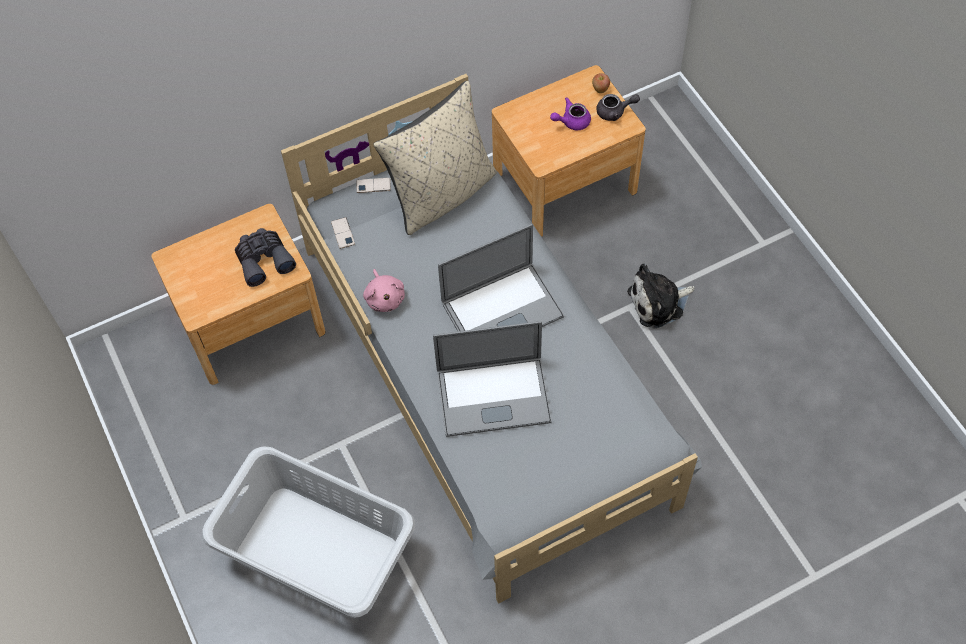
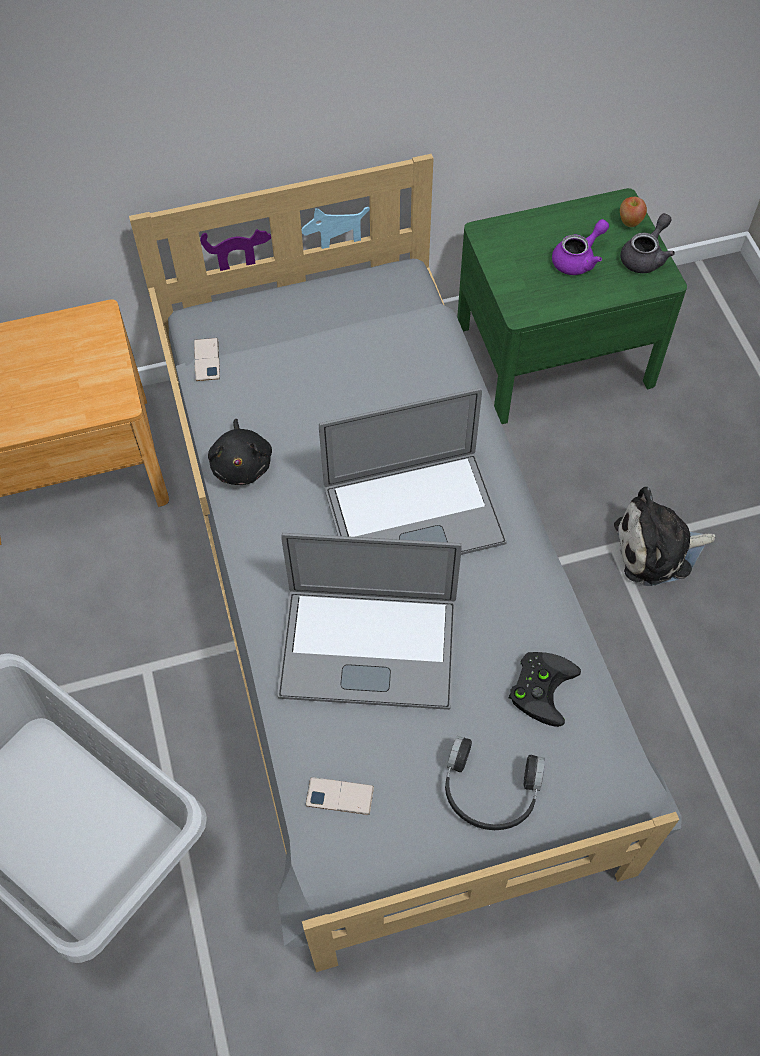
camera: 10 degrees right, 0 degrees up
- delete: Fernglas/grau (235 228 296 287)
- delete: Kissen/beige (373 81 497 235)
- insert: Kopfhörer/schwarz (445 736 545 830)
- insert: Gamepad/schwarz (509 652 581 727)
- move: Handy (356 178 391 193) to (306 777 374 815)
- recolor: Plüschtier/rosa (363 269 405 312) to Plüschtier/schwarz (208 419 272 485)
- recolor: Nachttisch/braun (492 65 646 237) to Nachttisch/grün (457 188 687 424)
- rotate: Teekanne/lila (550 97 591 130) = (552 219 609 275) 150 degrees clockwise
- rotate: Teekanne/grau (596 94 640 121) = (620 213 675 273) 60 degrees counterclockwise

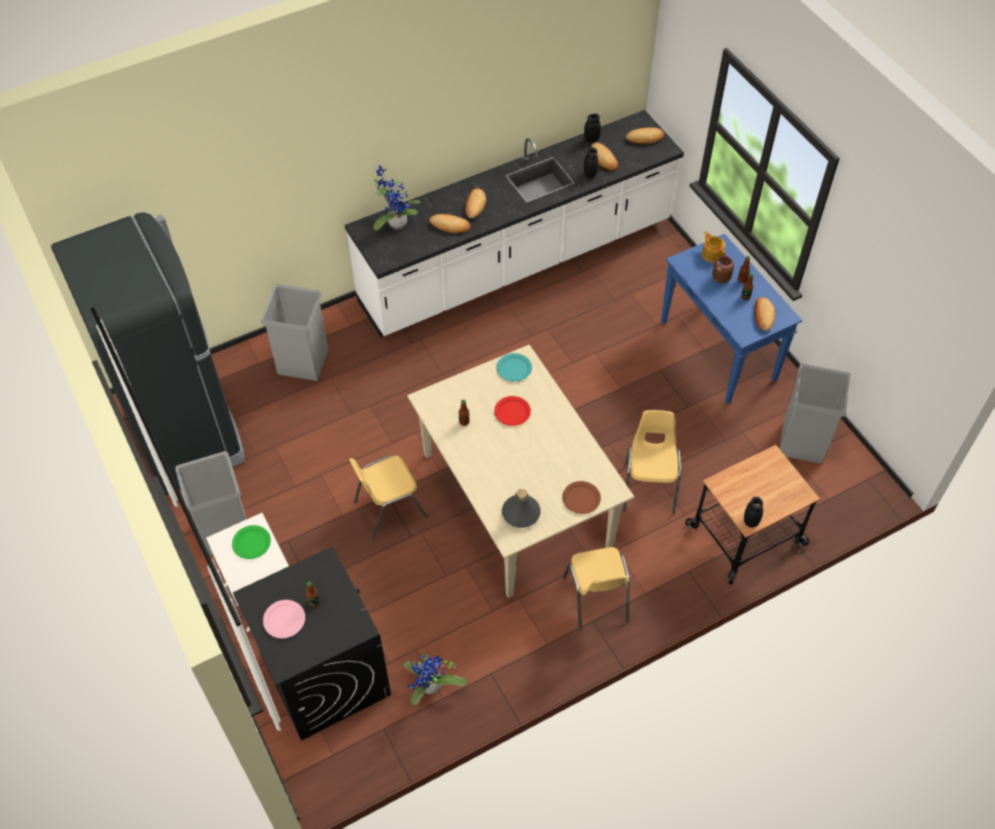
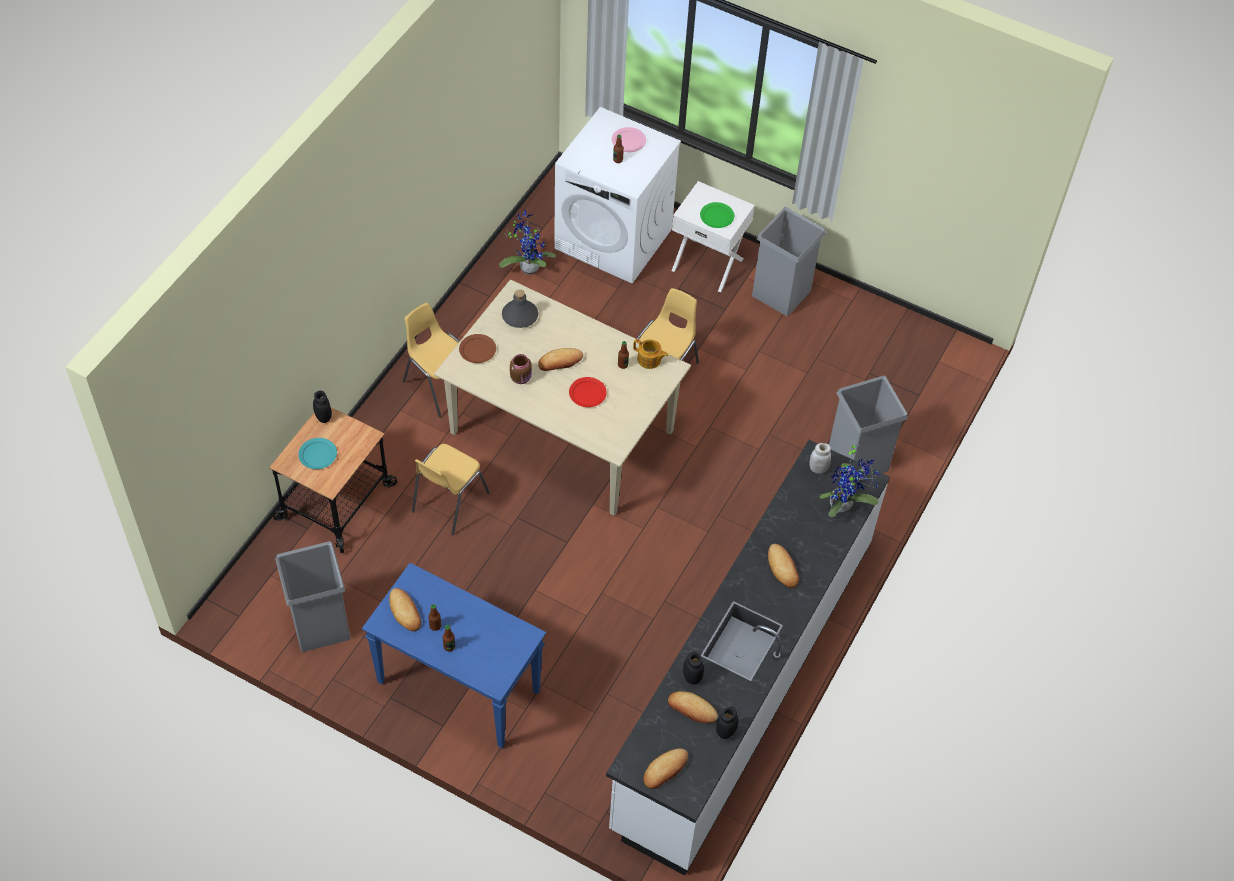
camera: 145 degrees right, 0 degrees up
- delete: Kühlschrank/schwarz (51 212 245 496)
- insert: Vorratsglas/weiß (809 443 831 474)
- move: Brot (430 214 470 233) to (538 348 583 371)
- move: Teller/türkis (496 353 532 382) to (298 438 337 469)
- move: Teekanne (702 231 726 263) to (633 339 668 369)
- move: Vorratsglas/braun (712 256 734 284) to (510 354 532 384)
- recolor: Waschmaschine/schwarz (233 546 391 741) to Waschmaschine/weiß (554 107 681 283)
- rotate: Stuhl/gelb (623 410 681 514) = (412 444 490 535) 60 degrees clockwise

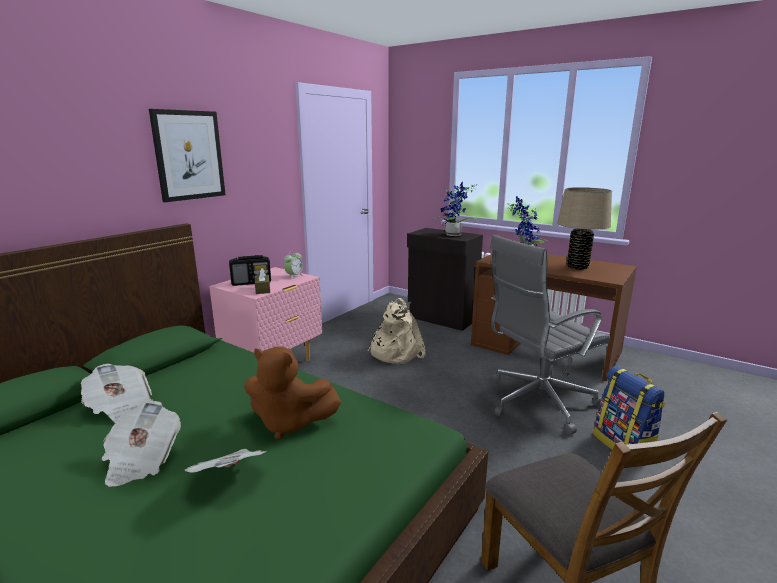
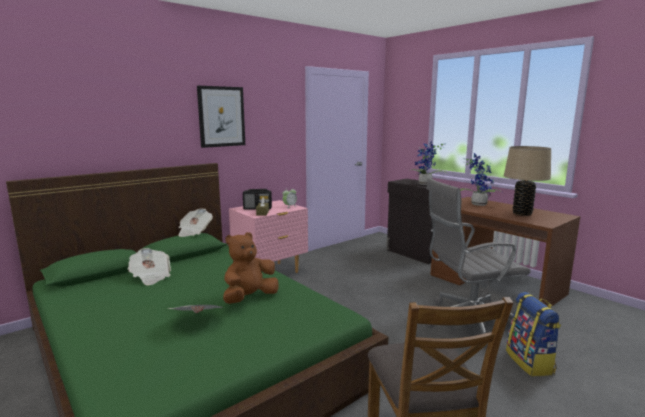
camera: 15 degrees right, 5 degrees down
- delete: Rucksack/beige (368 298 426 364)
- move: Zeitung (102 401 181 487) to (178 208 213 237)
- rotate: Plüschtier/braun (244 346 341 440) = (223 232 278 304) 105 degrees clockwise

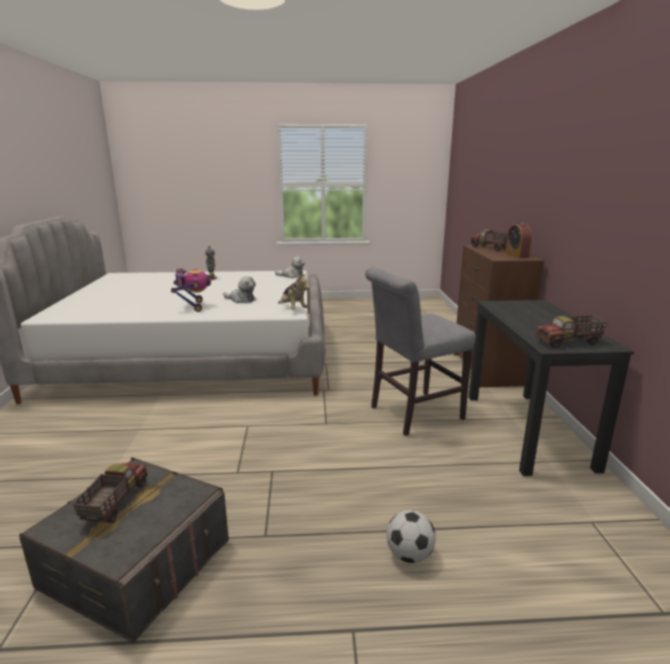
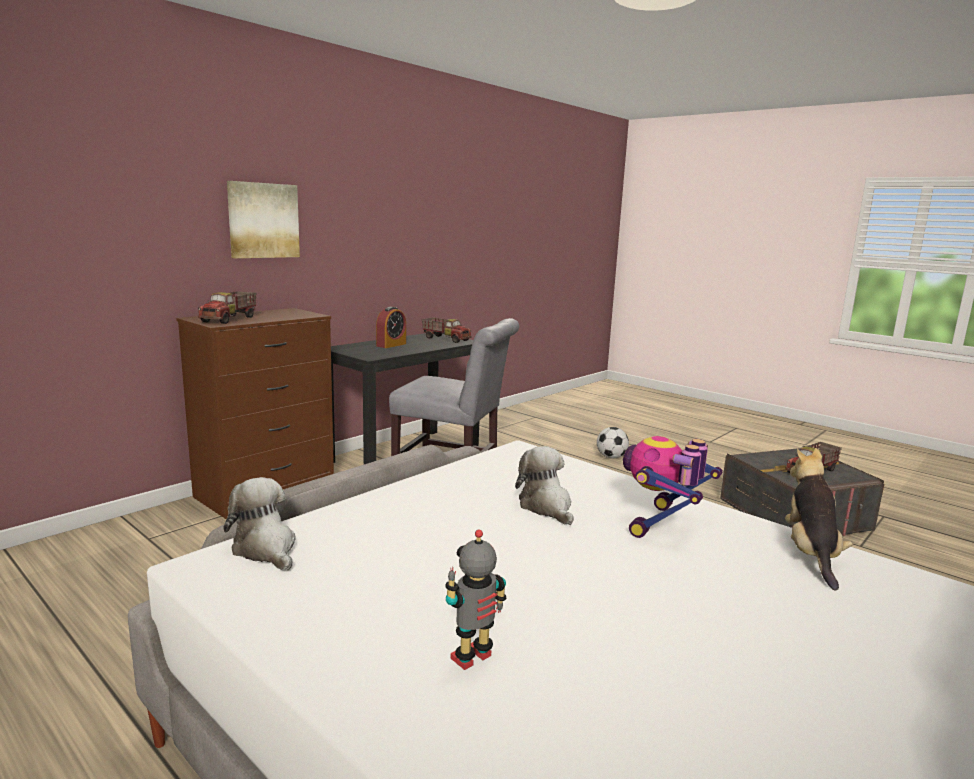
camera: 135 degrees left, 5 degrees down
- insert: Bild (227 181 300 258)
- move: Plüschtier (278 273 310 309) to (785 448 853 590)
- move: Wecker (505 222 532 258) to (376 307 406 348)

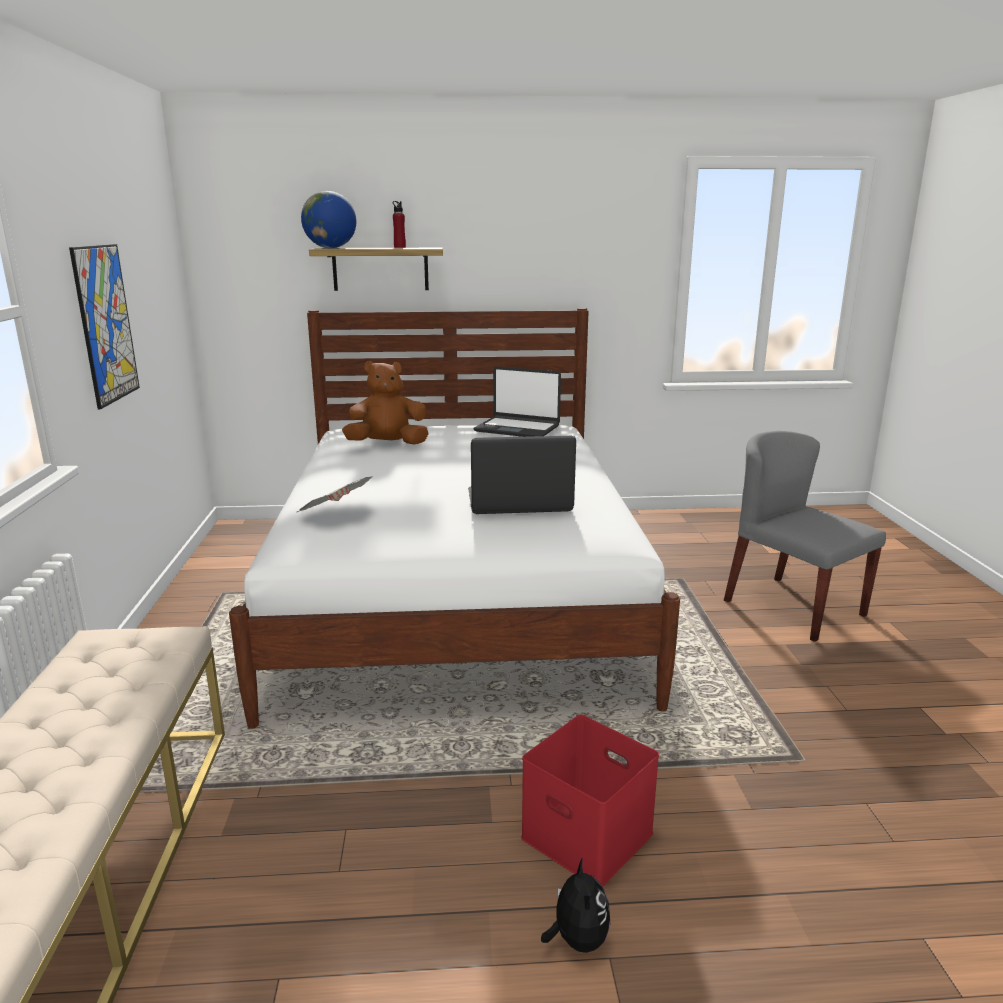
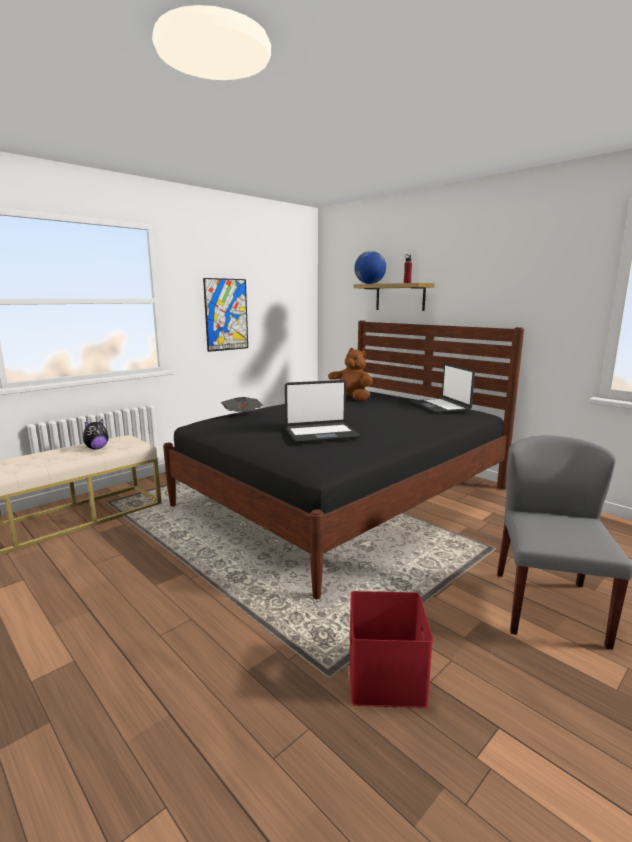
camera: 50 degrees right, 5 degrees down
- move: Aufbewahrungsbox/rot (521 715 659 887) to (349 591 433 708)
- move: Plüschtier (541 857 610 953) to (83 419 109 449)
- recolor: Bett/weiß (229 308 680 729) to Bett/schwarz (163 320 524 599)
- rotate: Laptop (468 436 576 514) = (285 380 360 443) 120 degrees clockwise

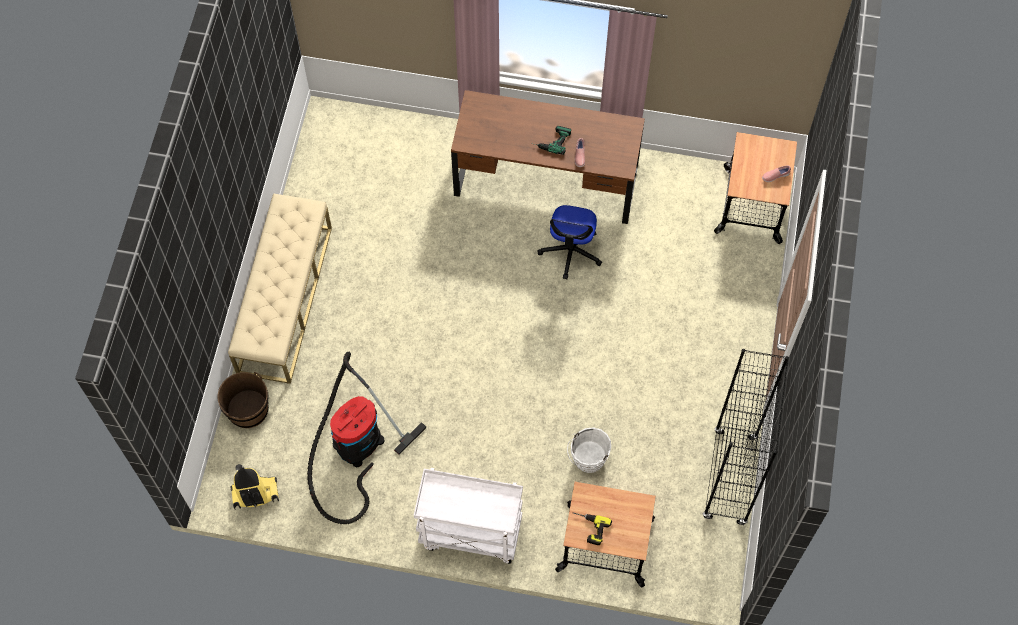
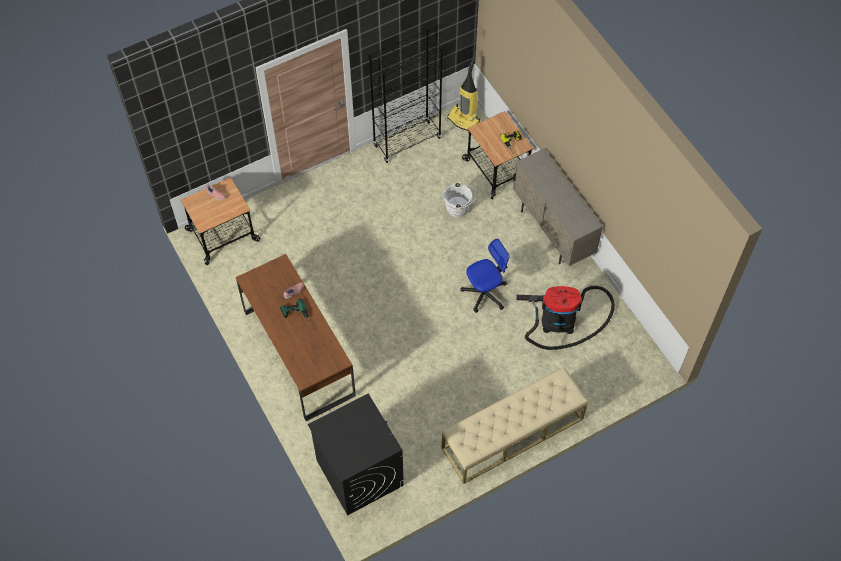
camera: 130 degrees left, 5 degrees down
- delete: Eimer/braun (217 371 269 428)
- insert: Waschmaschine/schwarz (308 394 404 516)
- move: Staubsauger (231 464 279 510) to (447 59 480 132)
- move: Bürostuhl (537 205 602 279) to (460 239 509 313)
- replace: Rollwagen/weiß (414 468 523 564) to Schrank/beige (513 149 603 266)

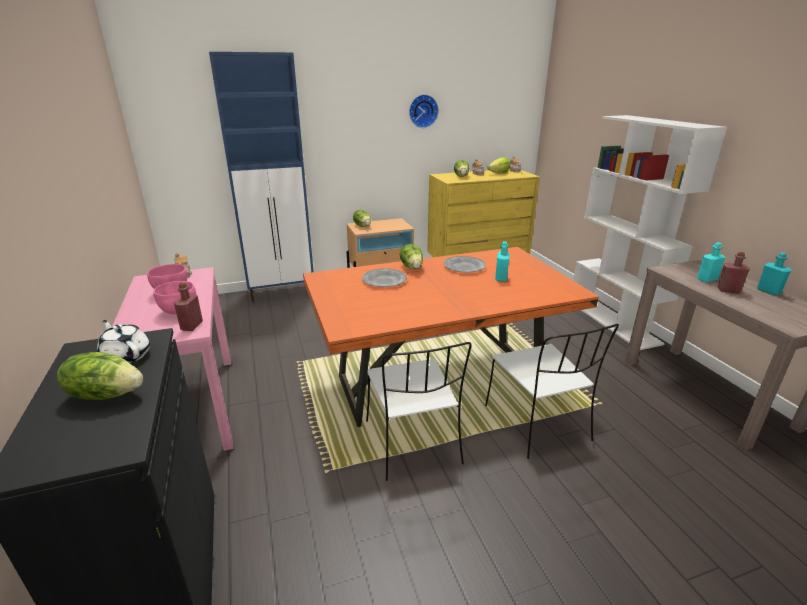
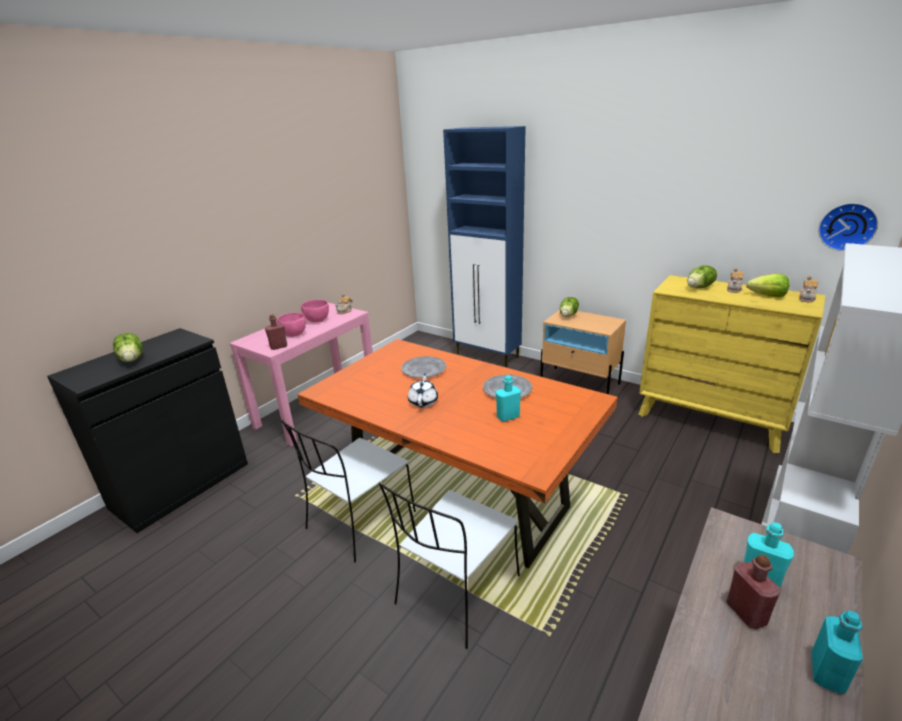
camera: 55 degrees right, 0 degrees up
- delete: Salatkopf (400 244 423 269)
- move: Teekanne/weiß (97 320 150 363) to (408 374 438 408)
- move: Wanduhr (409 94 439 128) to (818 203 879 251)

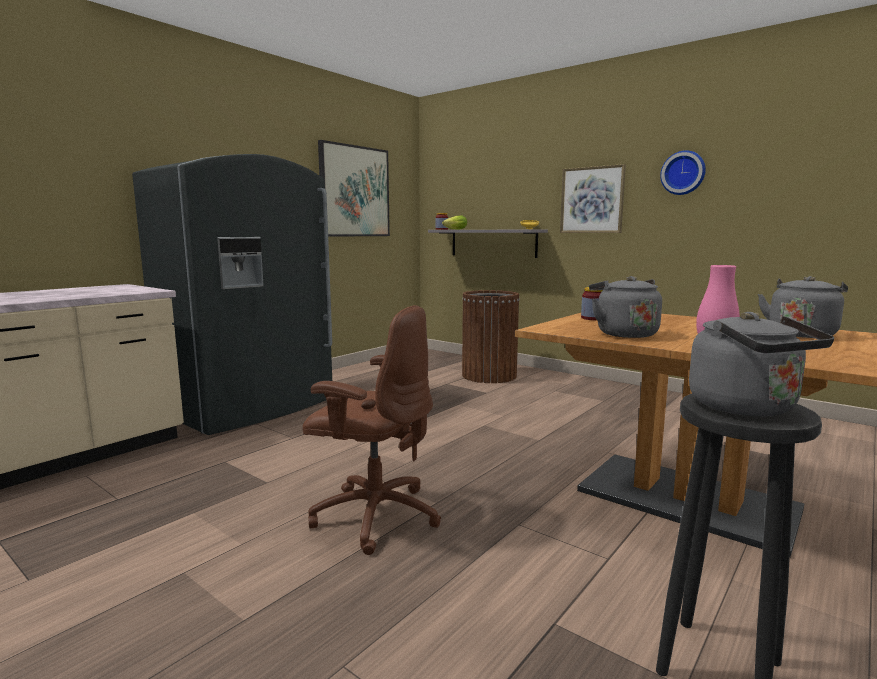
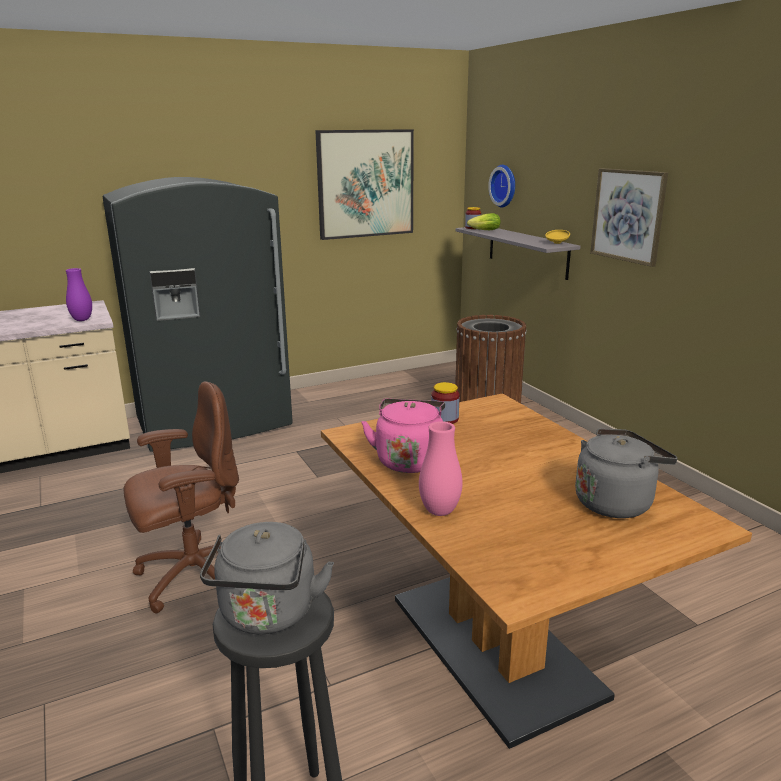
camera: 25 degrees right, 10 degrees up
- insert: Vase/lila (66 268 92 321)
- move: Wanduhr (660 150 706 195) to (488 165 515 207)
- recolor: Wasserkessel/grau (589 276 662 338) to Wasserkessel/rosa (361 399 445 473)
- rotate: Bürostuhl/braun (303 305 441 555) = (123 382 239 614) 75 degrees counterclockwise

